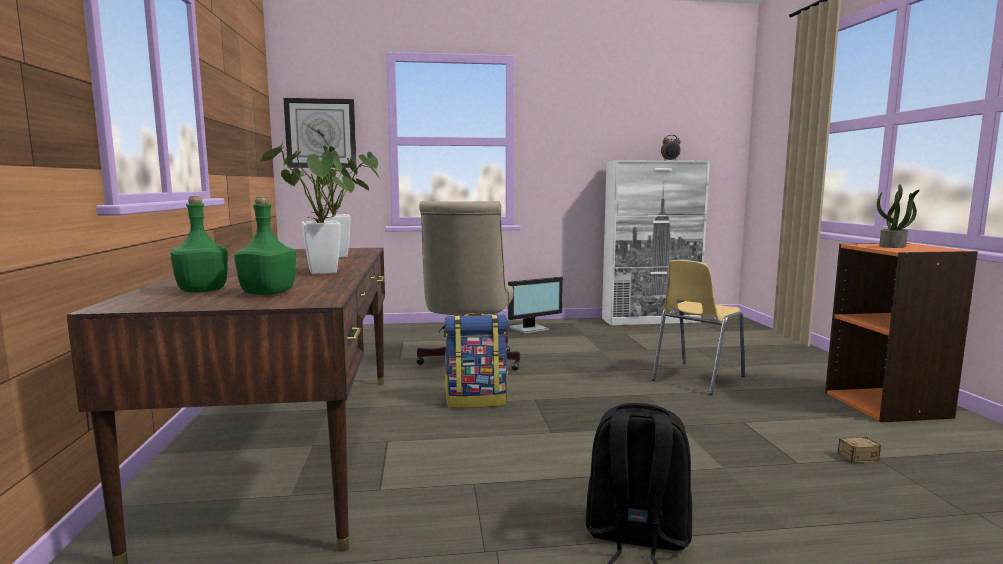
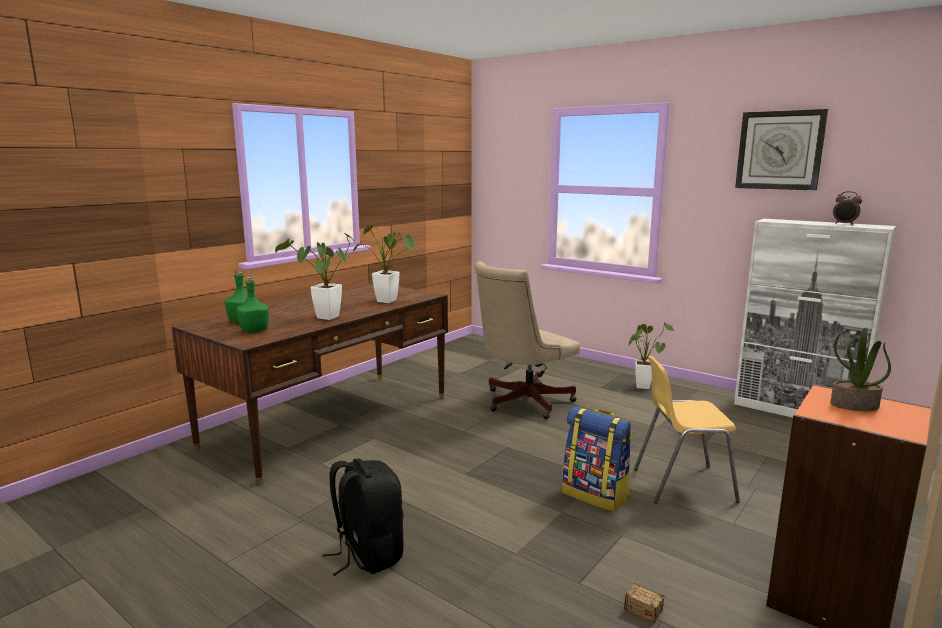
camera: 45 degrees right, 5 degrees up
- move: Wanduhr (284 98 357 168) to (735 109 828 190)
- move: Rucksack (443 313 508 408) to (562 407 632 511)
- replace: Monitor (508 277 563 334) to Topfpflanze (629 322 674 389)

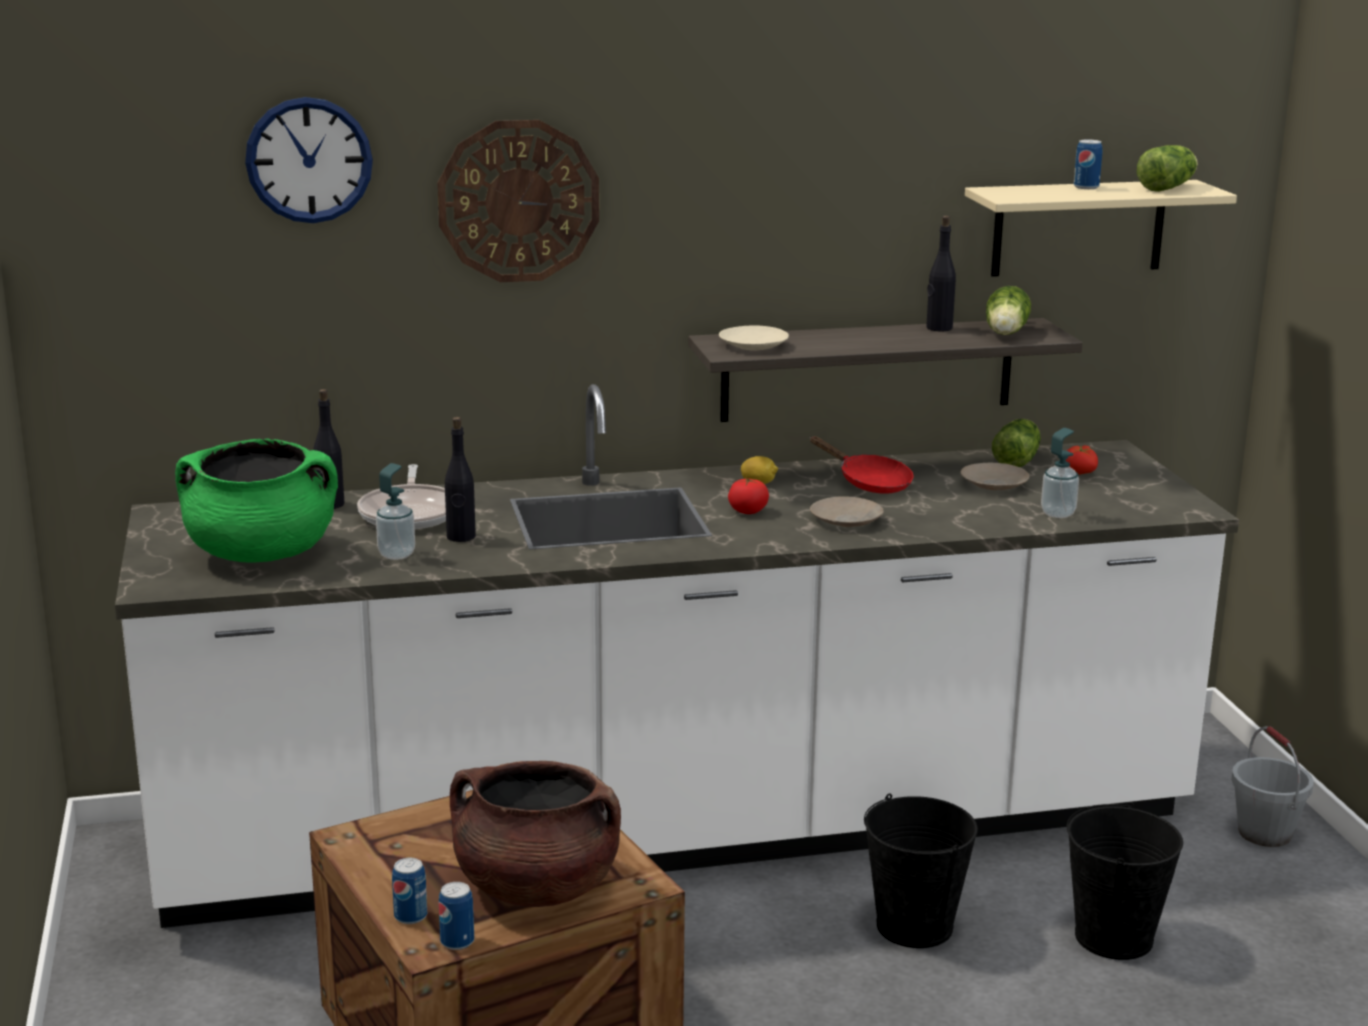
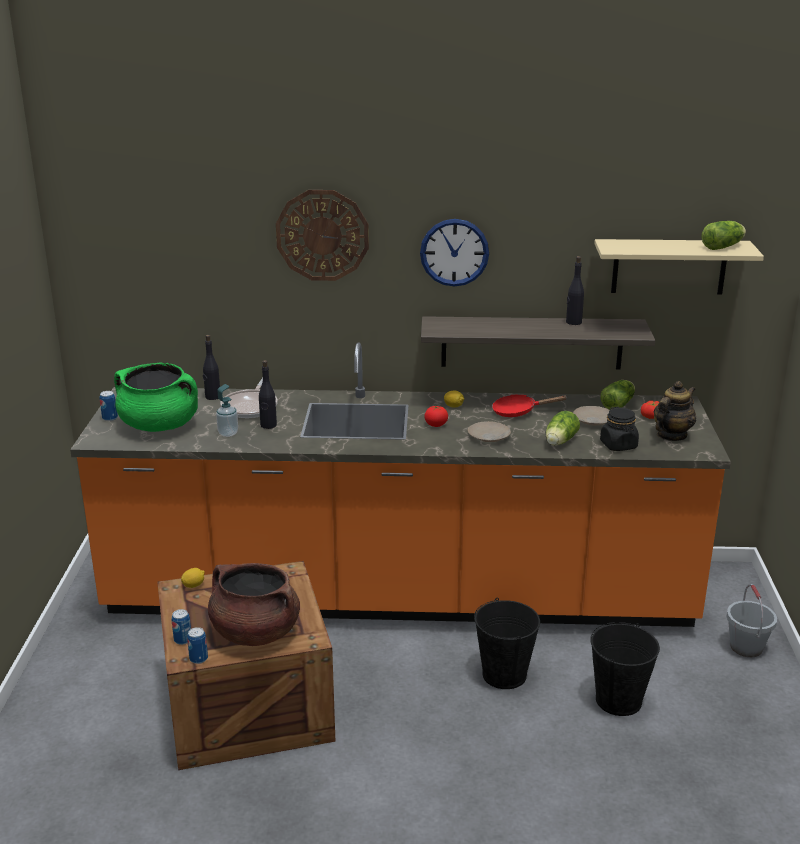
camera: 15 degrees right, 5 degrees up
- delete: Teller/beige (719 326 789 350)
- insert: Zitrone (181 568 205 588)
- insert: Teekanne (654 381 696 441)
- move: Wanduhr (245 97 373 223) to (420 219 489 286)
- move: Salatkopf (986 286 1031 335) to (546 411 580 445)
- move: Dose (1074 140 1102 189) to (100 391 118 421)
- replace: Seifenspender (1041 428 1079 518) to Vorratsglas/schwarz (600 407 639 451)
- recolor: Küchenzeile/weiß (115 384 1239 928) to Küchenzeile/orange (70 343 731 627)
- rotate: Pfanne/rot (810 436 913 494) = (492 394 567 417) 120 degrees clockwise

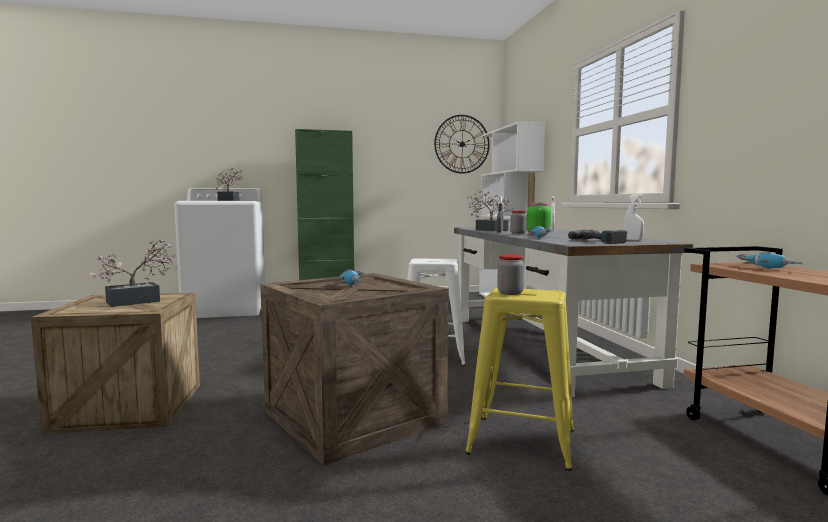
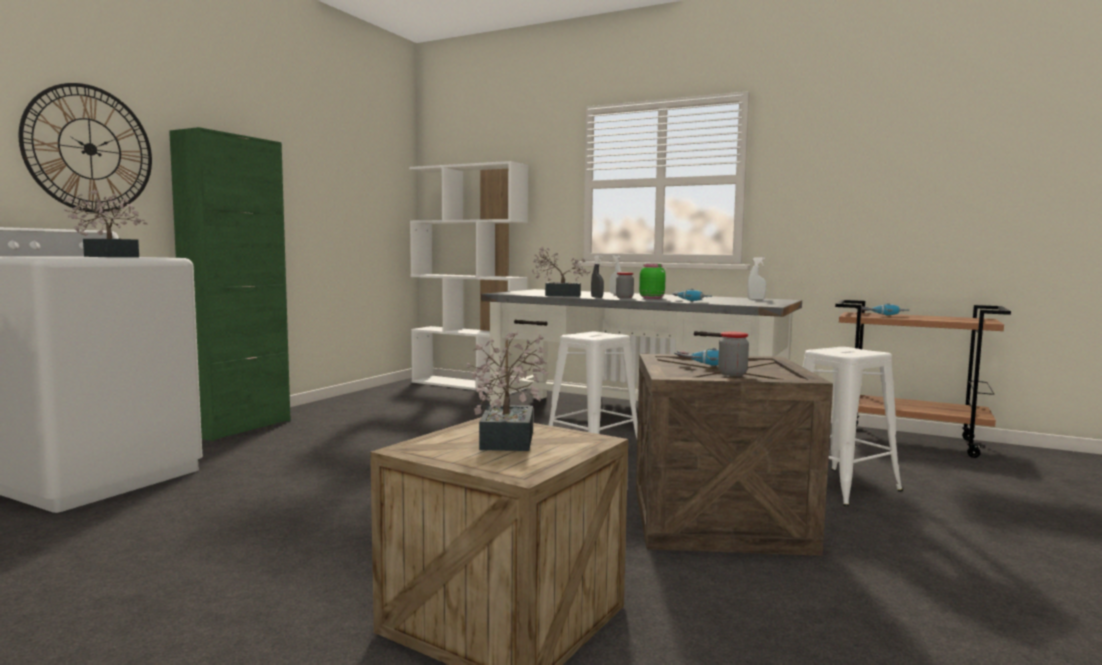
camera: 50 degrees left, 0 degrees up
- delete: Bohrmaschine (568 230 627 244)
- move: Wanduhr (434 115 490 174) to (19 83 152 213)
- move: Vorratsglas (497 255 525 295) to (718 331 749 376)
- recolor: Hocker/gelb (465 288 574 471) to Hocker/weiß (803 347 903 506)

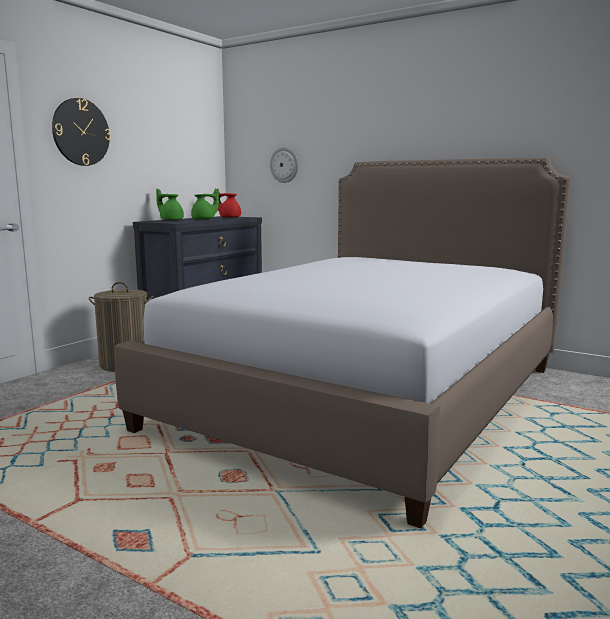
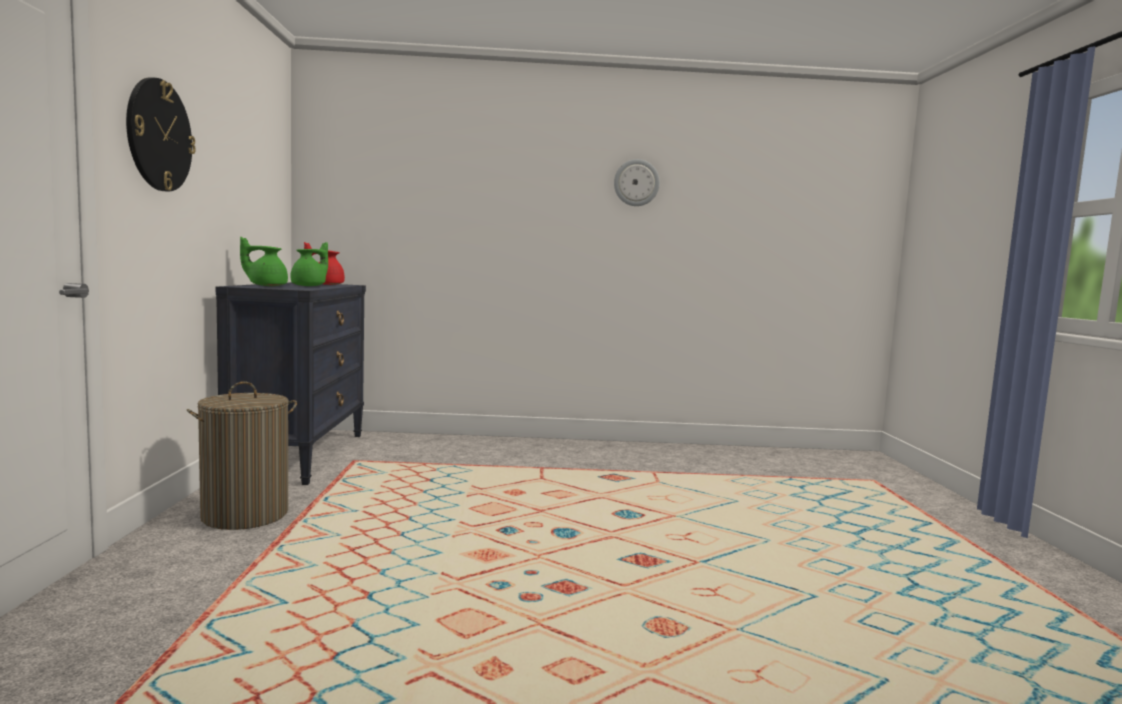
camera: 35 degrees left, 5 degrees down
- delete: Bett (114 158 571 528)
- move: Wanduhr (270 147 299 183) to (614 159 660 206)

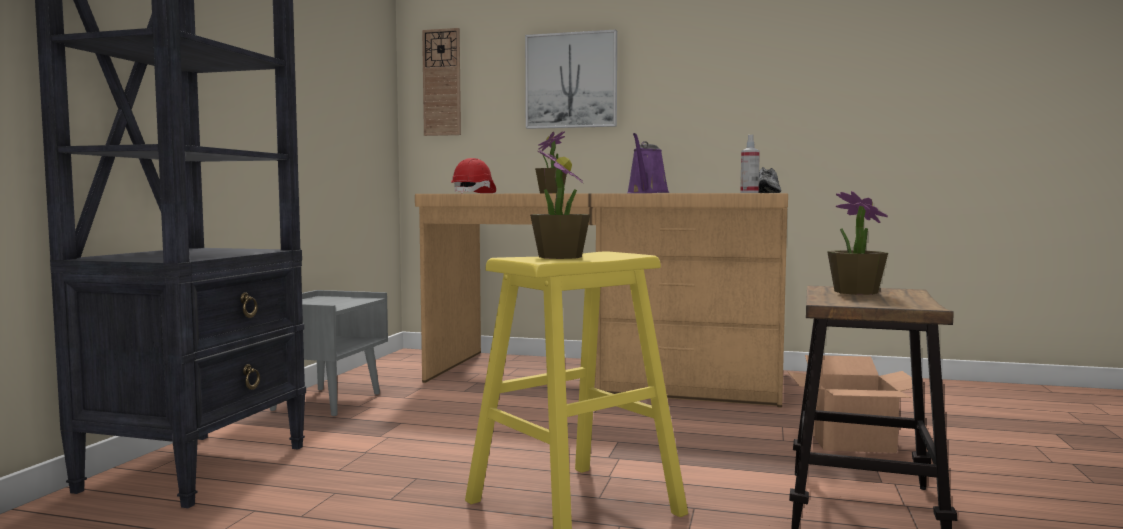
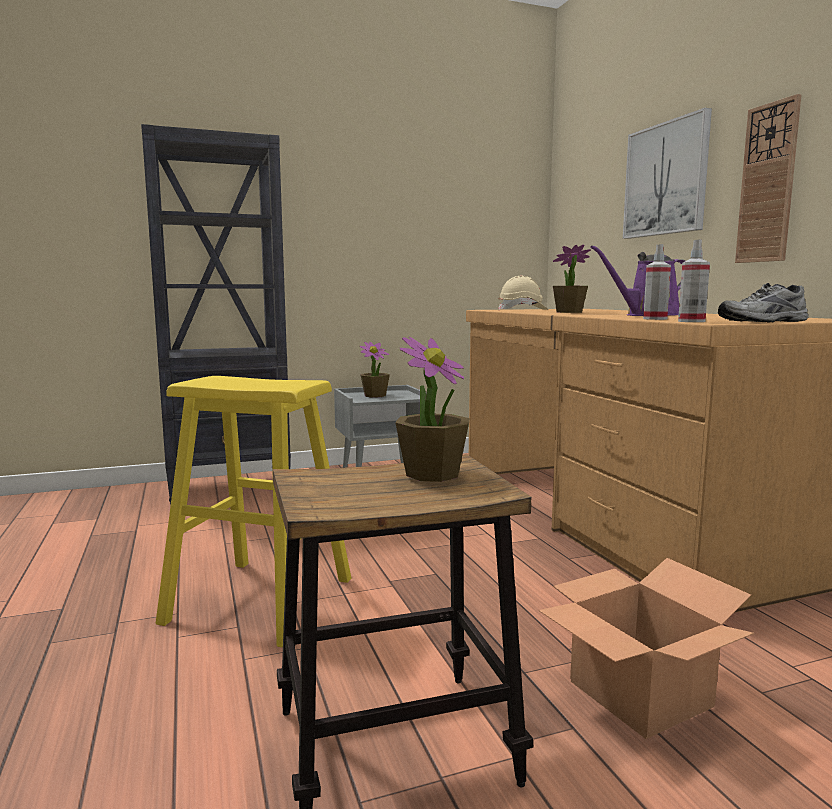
camera: 55 degrees right, 5 degrees up
- insert: Sprühflasche (643 244 671 320)
- move: Wanduhr (422 28 461 136) to (735 94 802 263)
- move: Topfpflanze (530 149 590 259) to (359 342 390 398)
- recolor: Schutzhelm/rot (451 158 496 193) to Schutzhelm/beige (498 276 548 310)

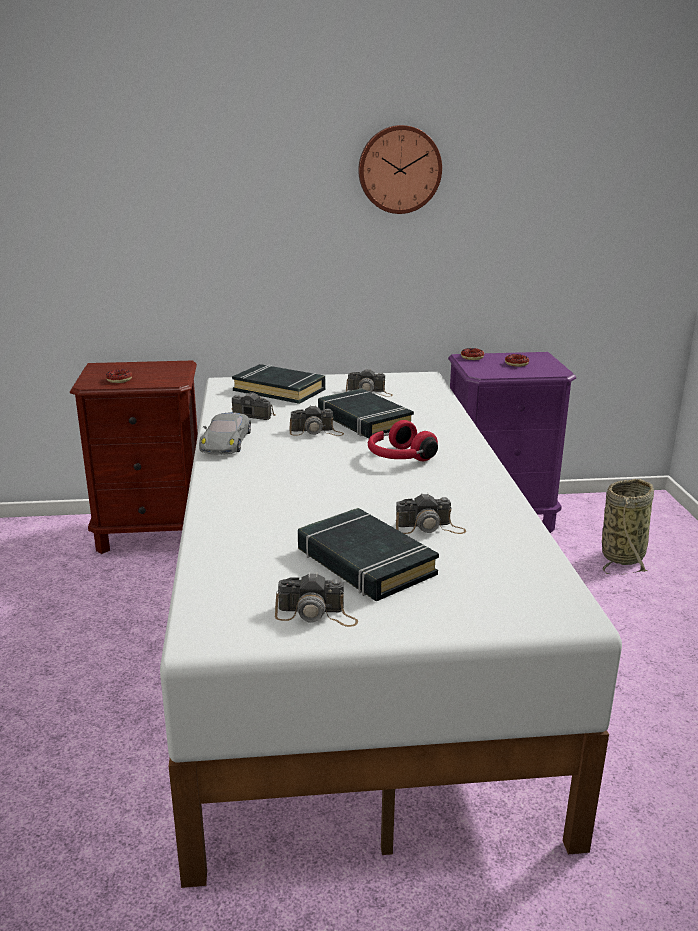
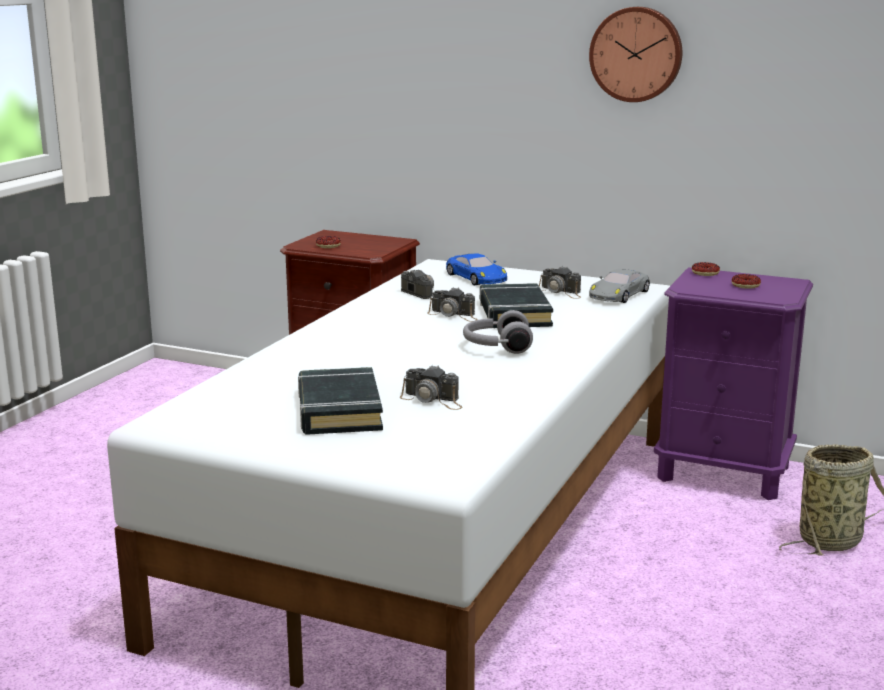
camera: 30 degrees right, 5 degrees down
- delete: Kamera (275 572 358 627)
- move: Spielzeugauto/grau (199 412 251 455) to (589 269 650 303)
- replace: Buch/schwarz (232 364 325 404) to Spielzeugauto/blau (446 253 507 285)
- recolor: Kopfhörer/rot (368 420 438 461) to Kopfhörer/grau (463 310 533 354)

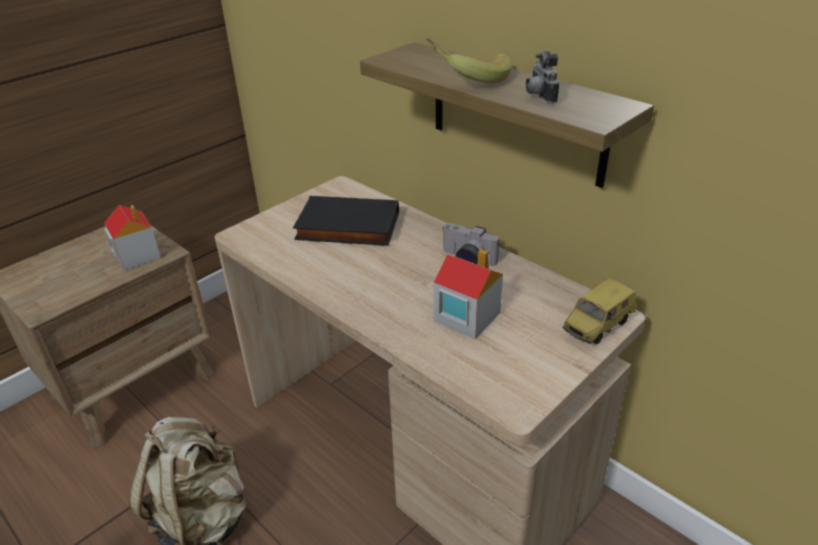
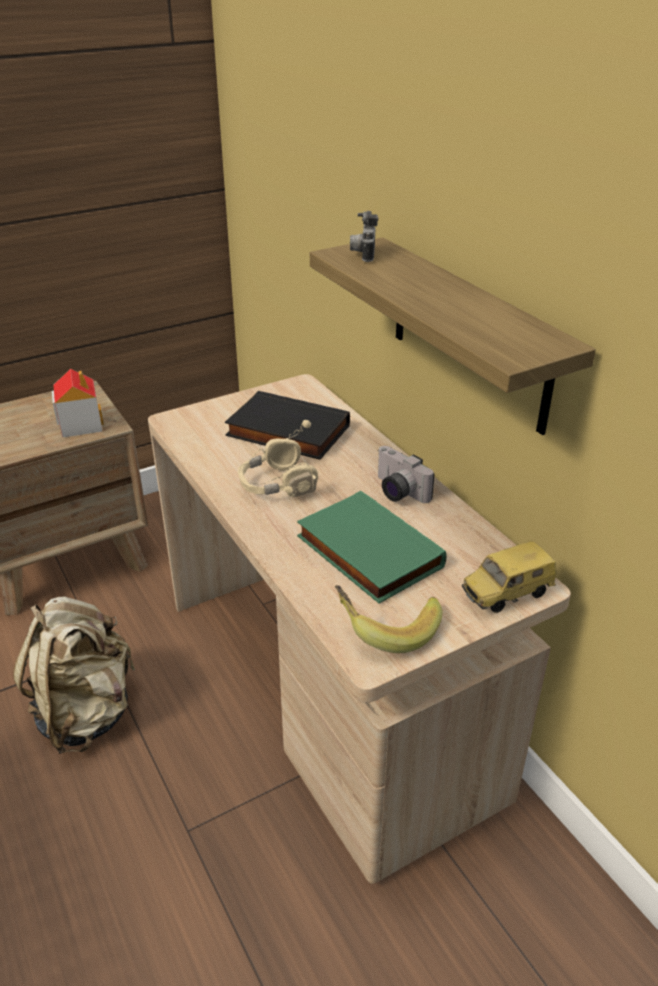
camera: 15 degrees right, 0 degrees up
- insert: Kopfhörer/beige (238 420 318 497)
- move: Banane (426 38 512 83) to (335 585 442 653)
- move: Kamera (526 51 559 104) to (350 211 378 262)
- replace: Spielzeughaus (434 249 503 339) to Buch/grün (297 491 447 603)

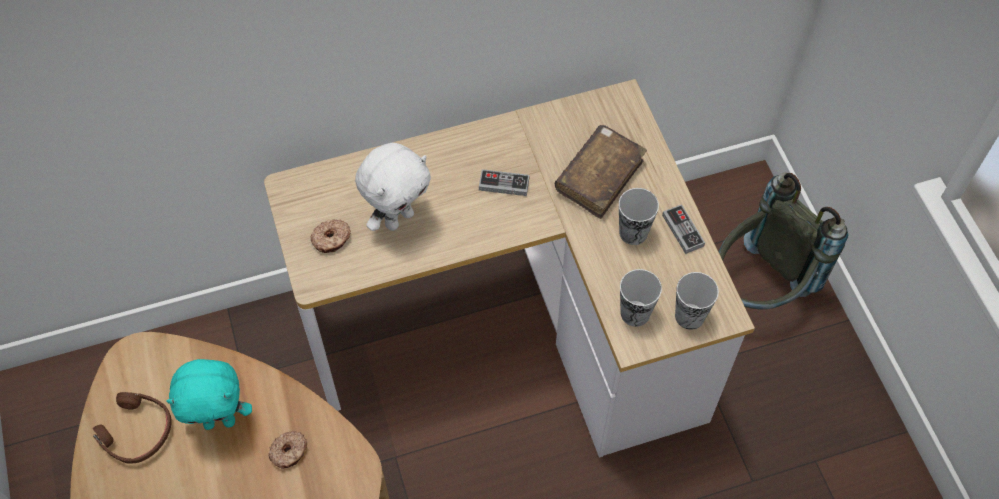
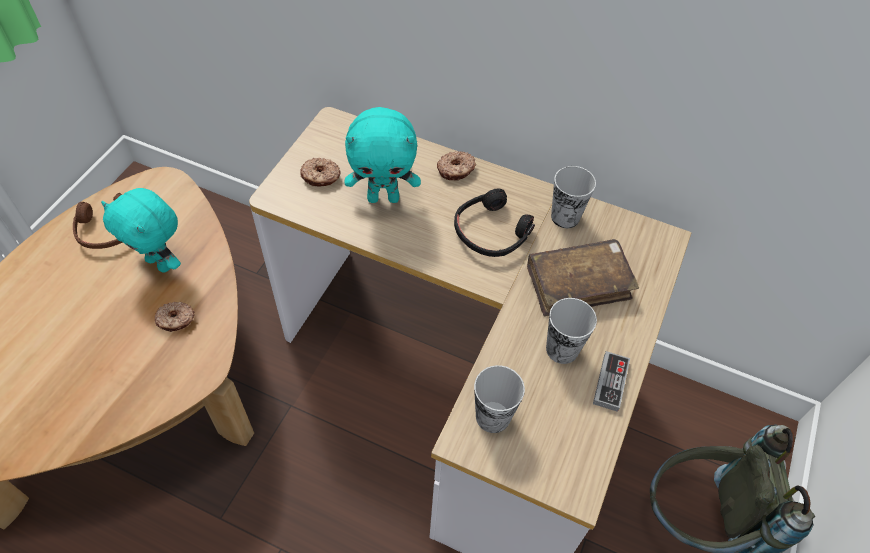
camera: 40 degrees right, 5 degrees down
- insert: Donut (437 151 476 181)
- move: Tasse (675 272 719 330) to (551 166 596 228)
- replace: Gamepad (479 169 529 196) to Kopfhörer/schwarz (454 188 535 257)
- recolor: Plüschtier/weiß (355 143 431 231) to Plüschtier/türkis (345 107 421 203)

